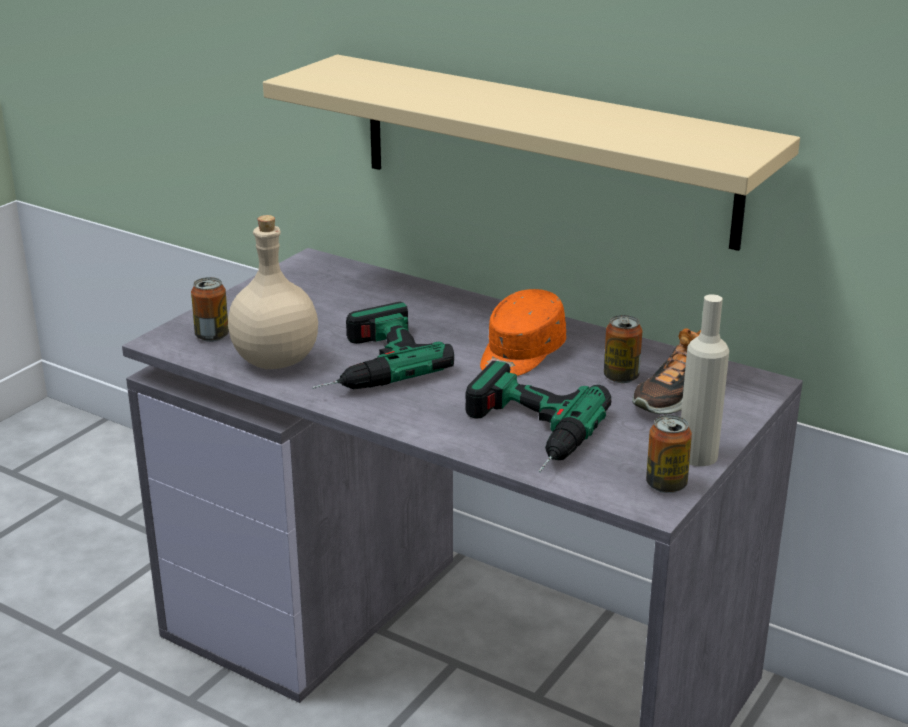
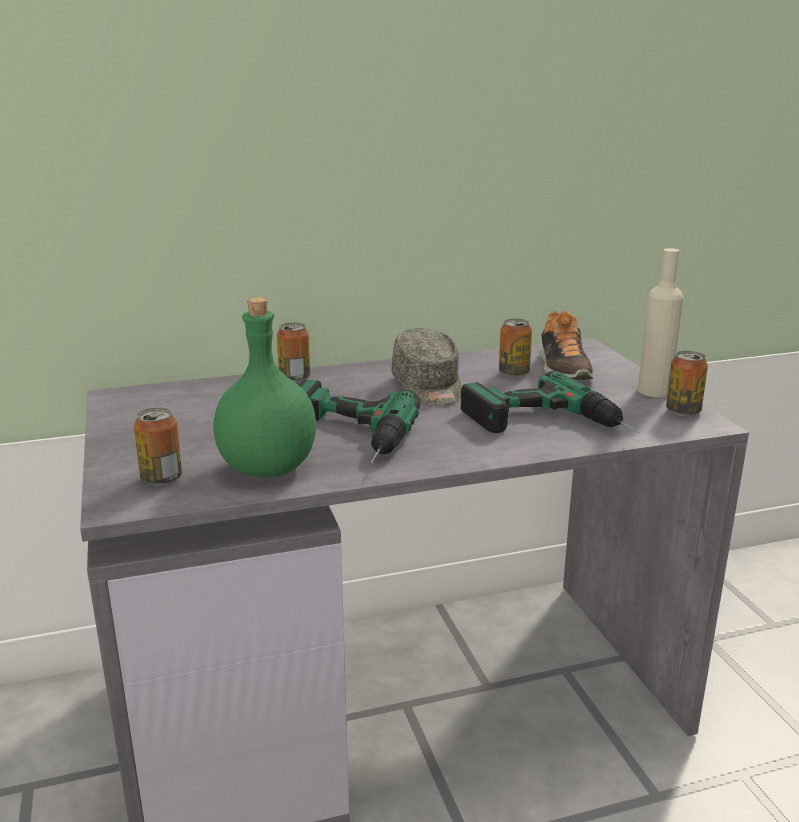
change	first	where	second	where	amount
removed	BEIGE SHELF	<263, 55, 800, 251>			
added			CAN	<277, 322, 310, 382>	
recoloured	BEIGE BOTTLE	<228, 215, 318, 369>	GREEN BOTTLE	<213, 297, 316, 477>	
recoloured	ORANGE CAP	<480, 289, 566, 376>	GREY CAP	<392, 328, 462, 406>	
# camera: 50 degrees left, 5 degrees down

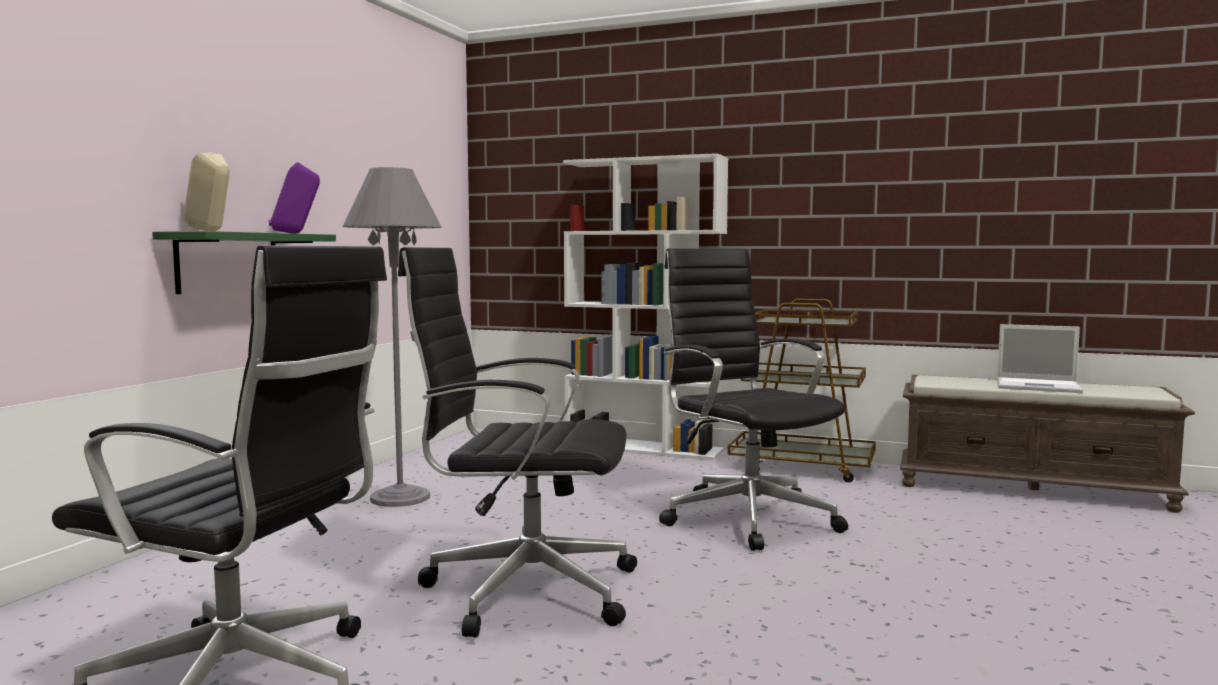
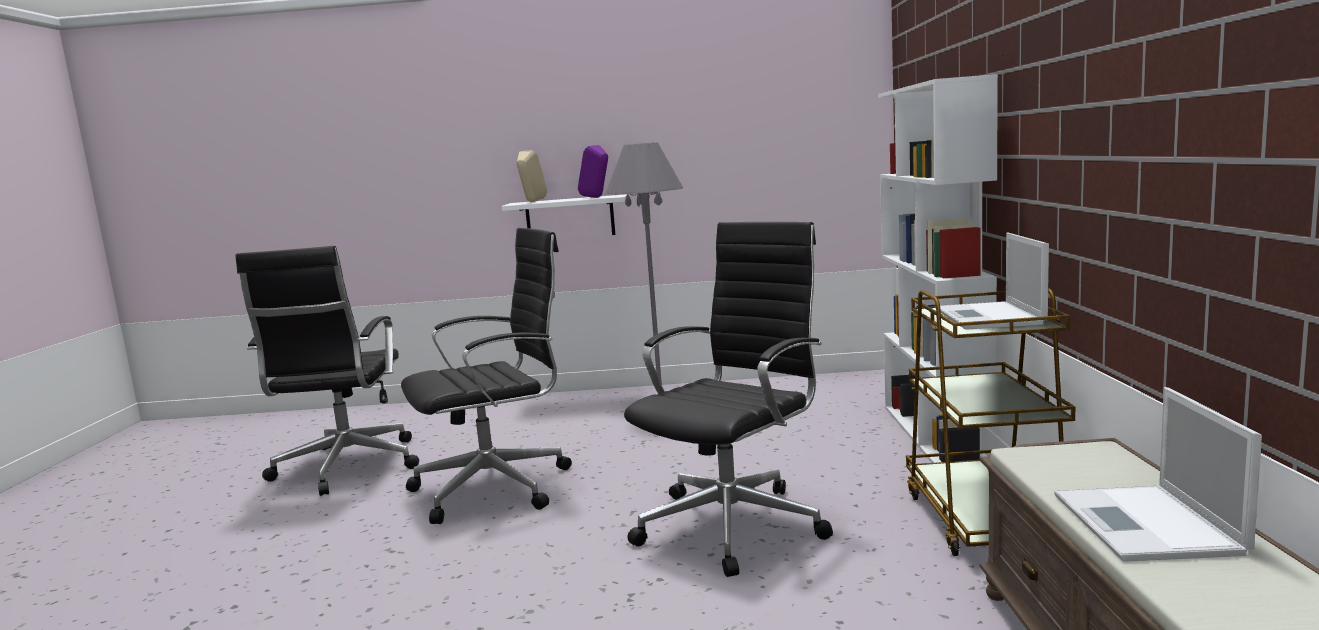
change	first	where	second	where	amount
added			LAPTOP	<935, 233, 1049, 330>	
recoloured	GREEN SHELF	<152, 231, 336, 294>	WHITE SHELF	<502, 194, 627, 235>	
turned	BLACK OFFICE CHAIR	<398, 247, 637, 637>		<401, 228, 572, 524>	75 degrees clockwise
# camera: 70 degrees right, 5 degrees up

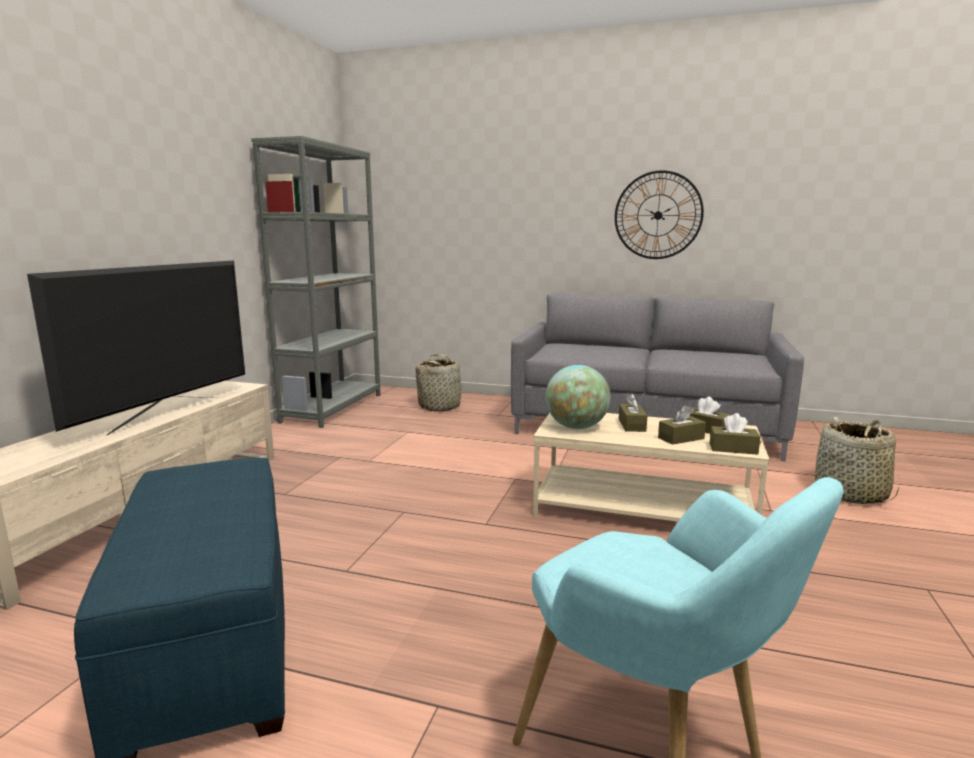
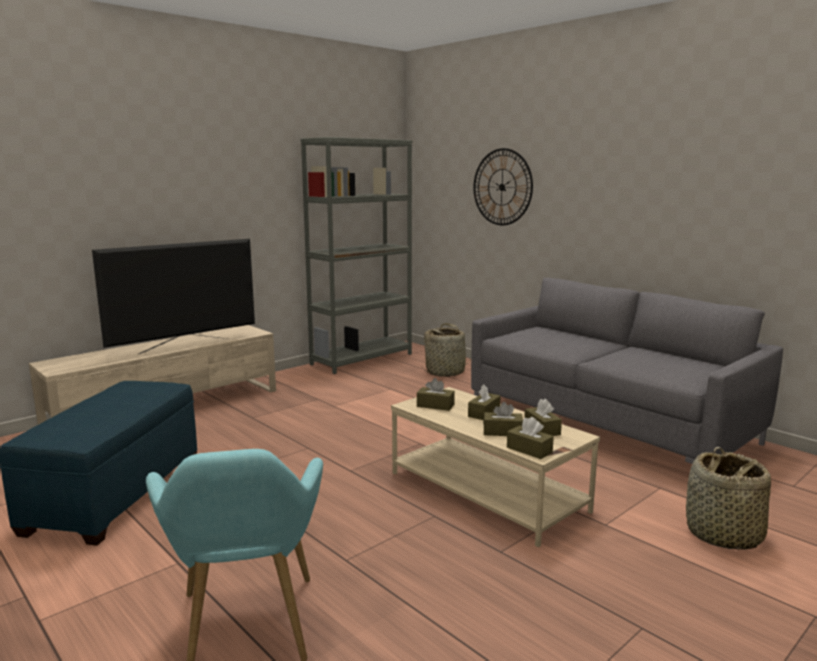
change	first	where	second	where	amount
moved	WALL CLOCK	<615, 170, 704, 259>		<474, 148, 533, 225>	
replaced	GLOBE	<546, 365, 611, 429>	BROWN TISSUE BOX	<417, 378, 455, 411>	
# camera: 30 degrees right, 0 degrees up

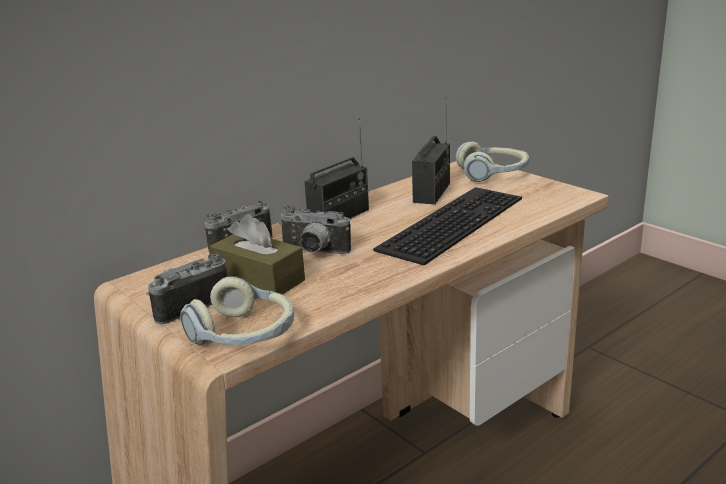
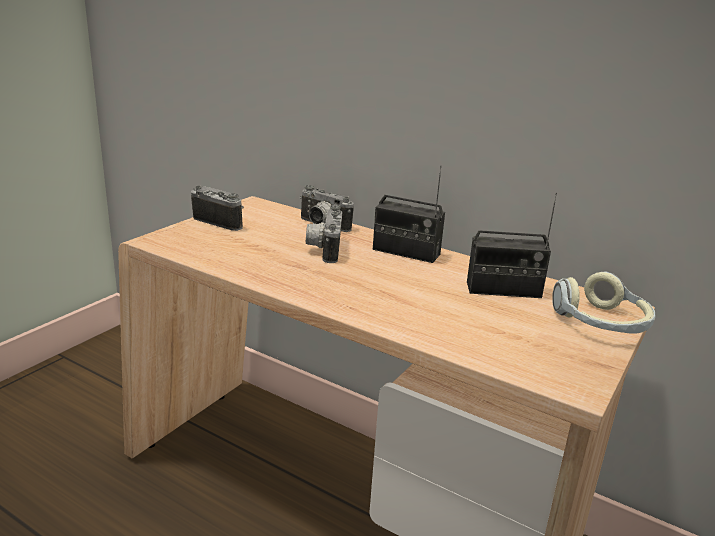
change	first	where	second	where	amount
removed	HEADPHONES	<180, 276, 294, 346>			
removed	BROWN TISSUE BOX	<210, 214, 305, 294>			
removed	KEYBOARD	<373, 187, 522, 265>			
# camera: 70 degrees right, 0 degrees up

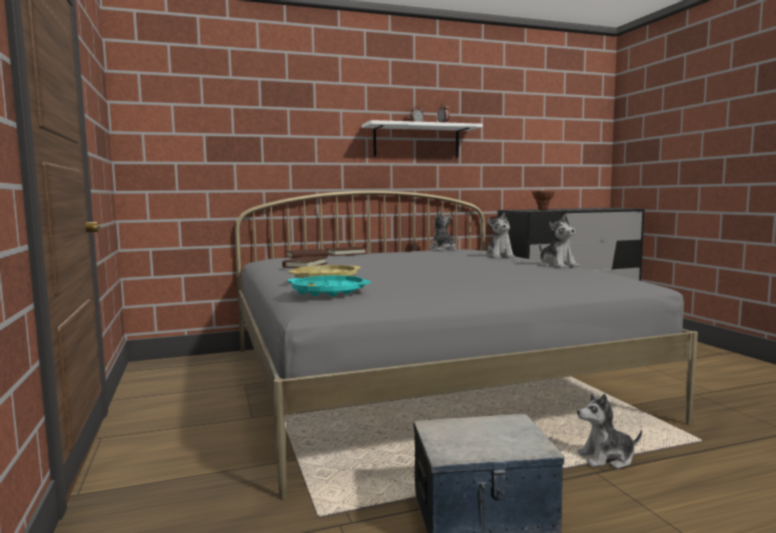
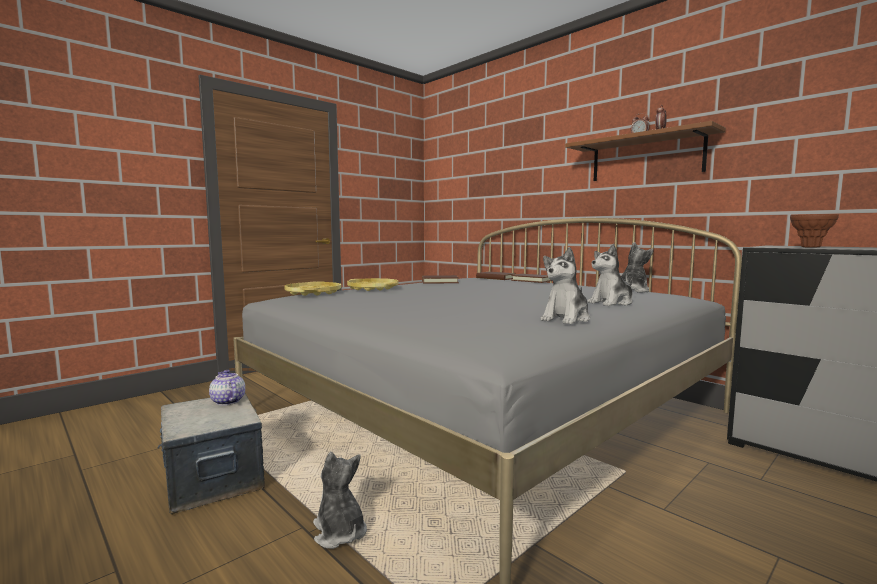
change	first	where	second	where	amount
added			TEAPOT	<209, 370, 245, 405>	
recoloured	TURQUOISE TRAY	<288, 275, 370, 296>	YELLOW TRAY	<284, 281, 341, 296>	
recoloured	WHITE SHELF	<362, 120, 483, 157>	BROWN SHELF	<565, 121, 726, 181>	
# camera: 65 degrees right, 0 degrees up

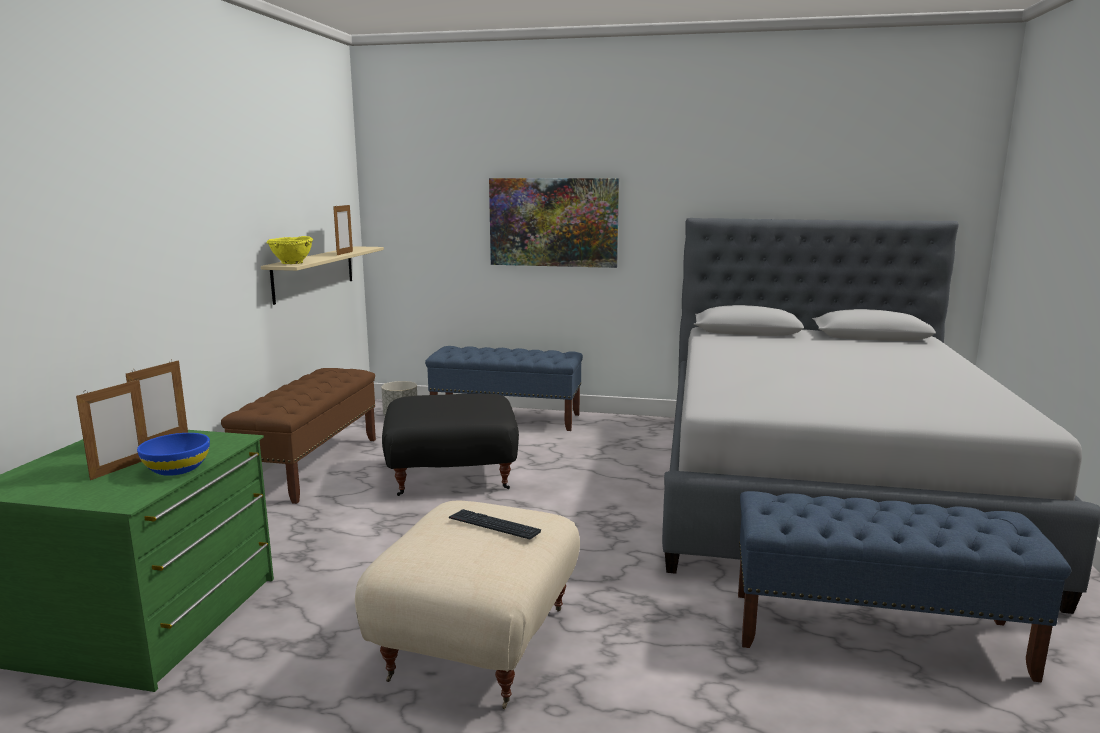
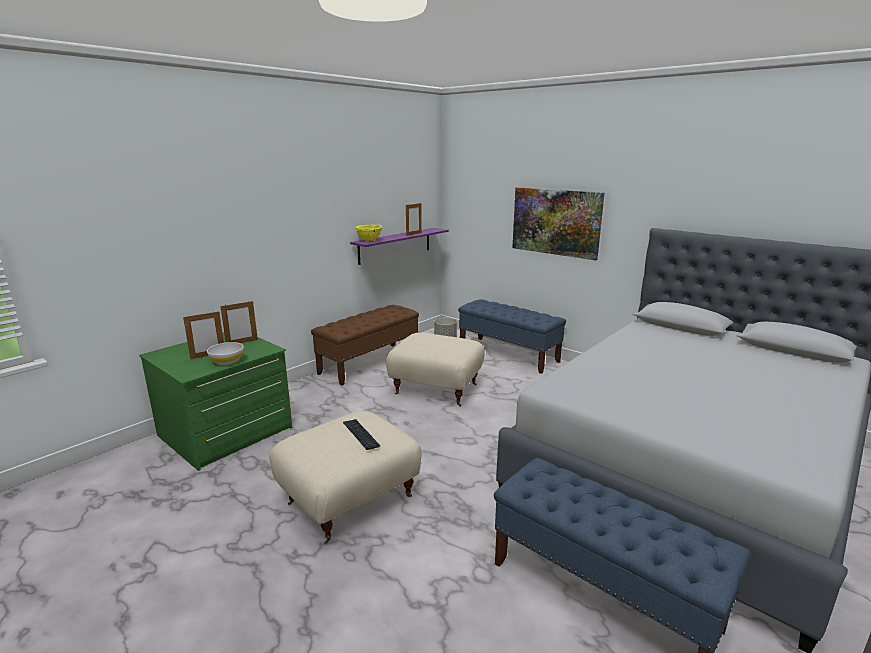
change	first	where	second	where	amount
recoloured	BLUE BOWL	<137, 433, 210, 476>	WHITE BOWL	<207, 342, 244, 365>	
recoloured	BEIGE SHELF	<261, 246, 384, 305>	PURPLE SHELF	<350, 228, 449, 265>	
recoloured	BLACK OTTOMAN	<382, 394, 519, 496>	BEIGE OTTOMAN	<386, 333, 485, 407>	
# camera: 30 degrees right, 5 degrees up

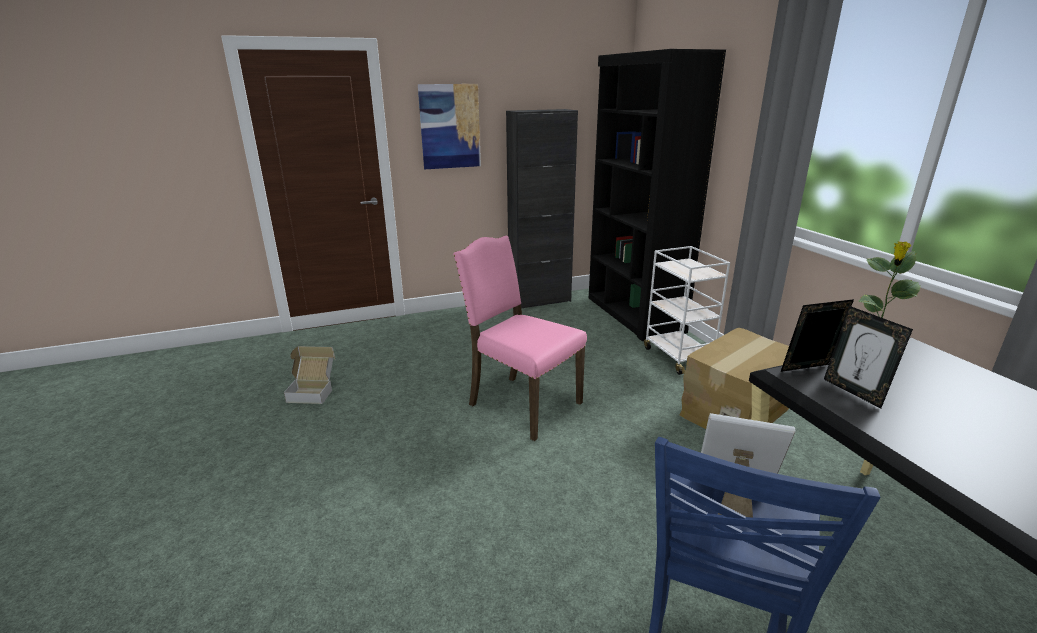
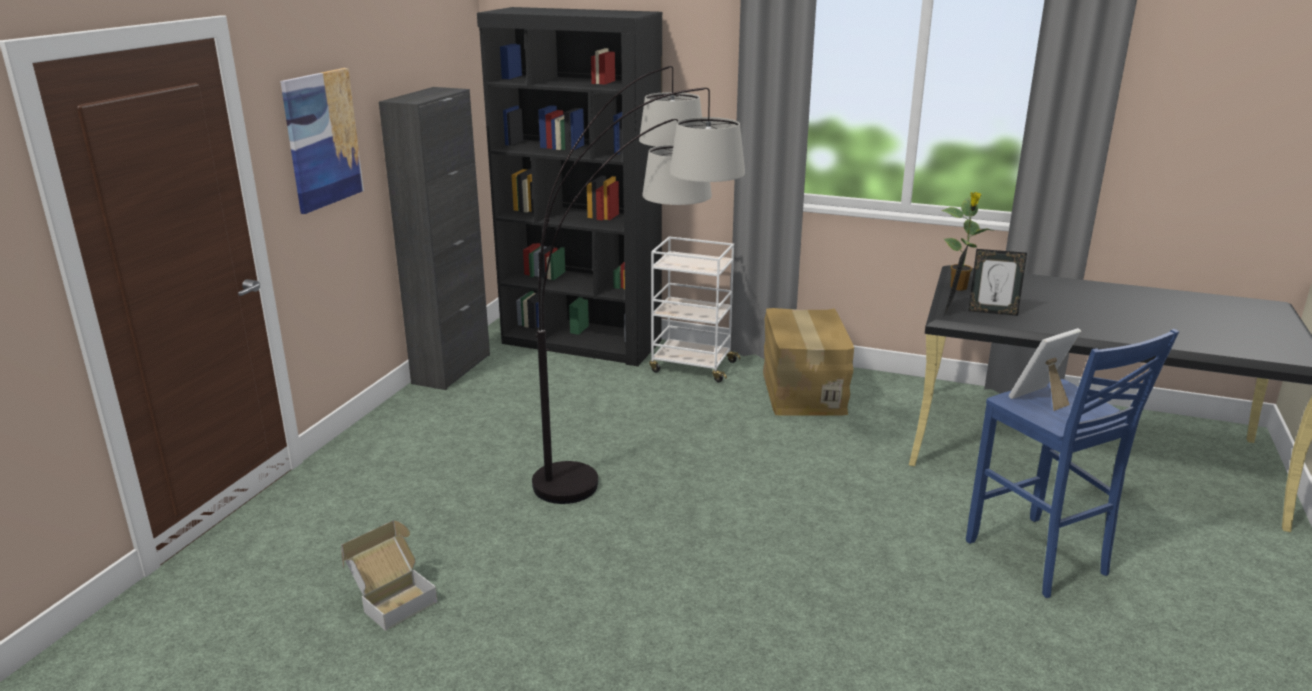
change	first	where	second	where	amount
replaced	PINK CHAIR	<453, 236, 587, 441>	FLOOR LAMP	<532, 66, 745, 504>	
# camera: 50 degrees left, 0 degrees up

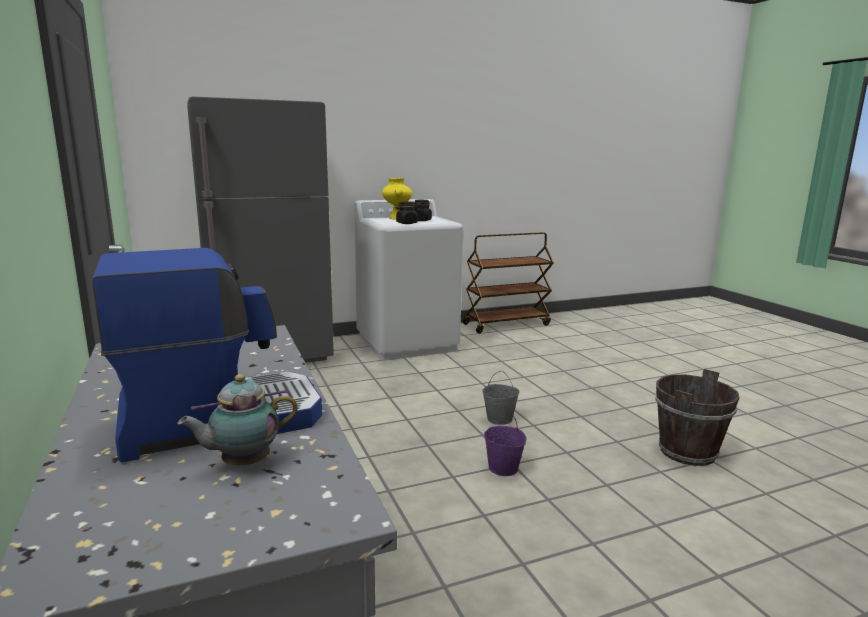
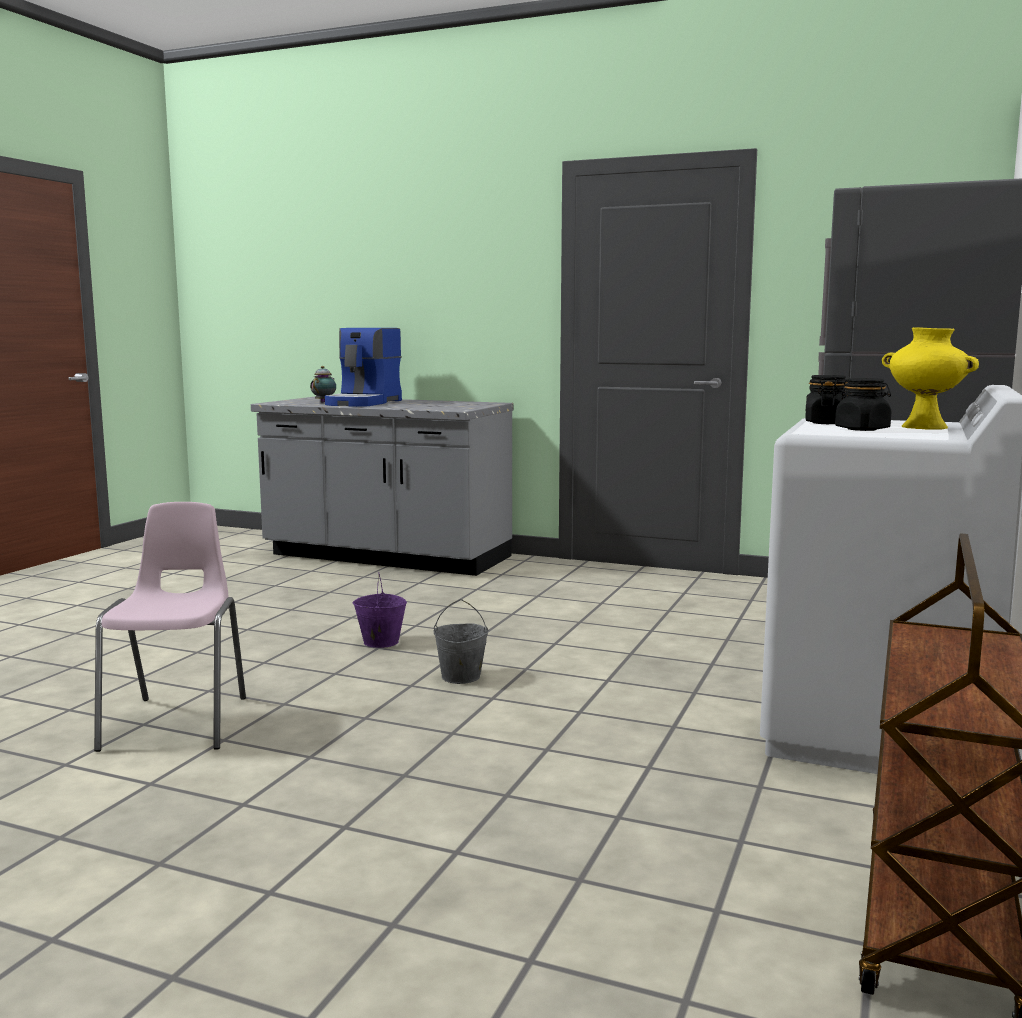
change	first	where	second	where	amount
replaced	BROWN BUCKET	<655, 369, 740, 466>	PINK CHAIR	<94, 502, 246, 752>	
# camera: 135 degrees right, 5 degrees down

